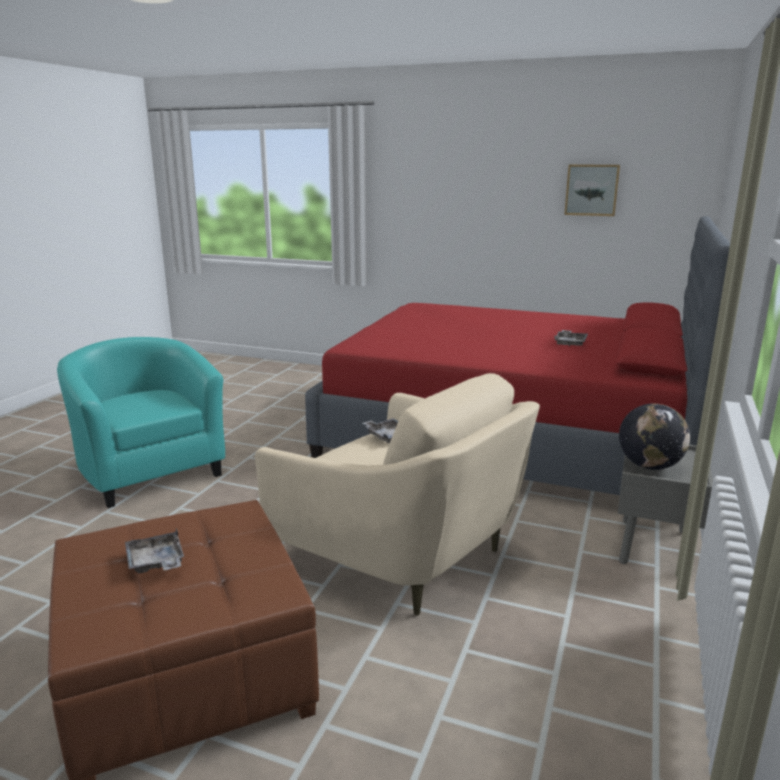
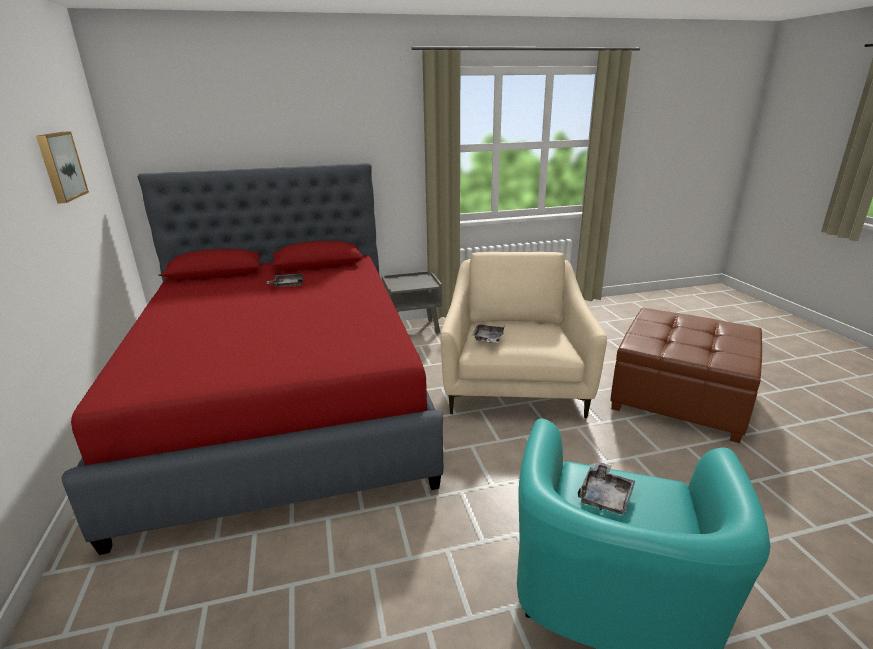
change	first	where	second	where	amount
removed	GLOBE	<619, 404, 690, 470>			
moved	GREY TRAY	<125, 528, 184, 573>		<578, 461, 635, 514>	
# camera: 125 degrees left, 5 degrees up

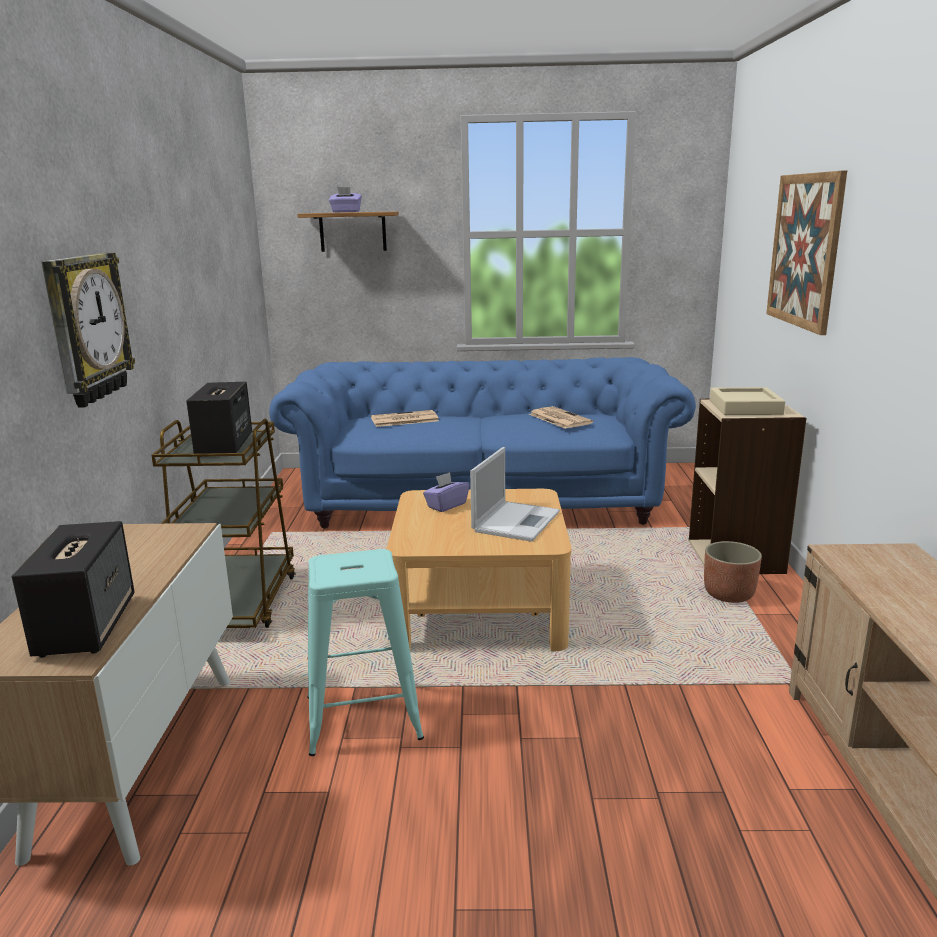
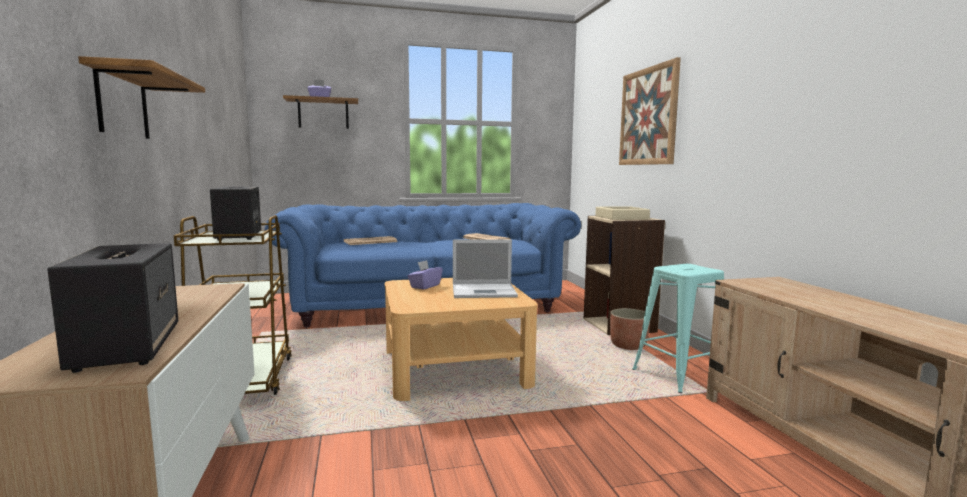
change	first	where	second	where	amount
moved	TURQUOISE STOOL	<307, 549, 424, 756>		<632, 264, 724, 393>	
replaced	WALL CLOCK	<42, 253, 135, 408>	SHELF	<78, 56, 205, 139>	
turned	LAPTOP	<470, 447, 560, 542>		<453, 239, 518, 298>	75 degrees clockwise
# camera: 15 degrees left, 10 degrees down

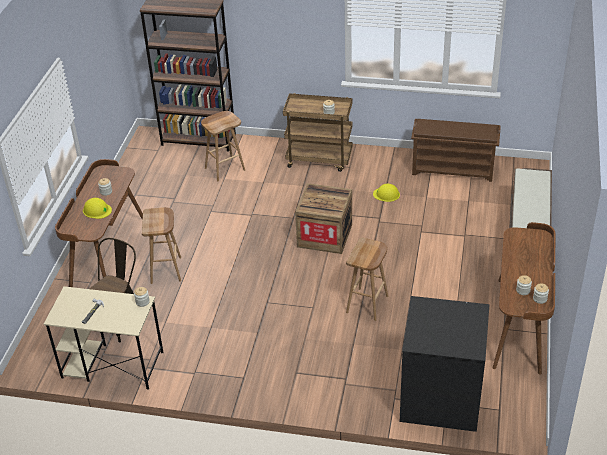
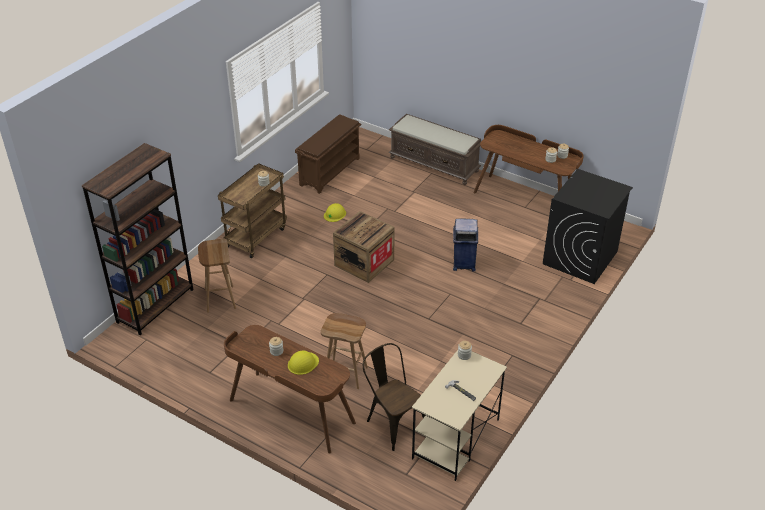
change	first	where	second	where	amount
replaced	BROWN STOOL	<346, 238, 388, 321>	BLUE TRASH CAN	<453, 218, 478, 272>	
# camera: 70 degrees left, 0 degrees up

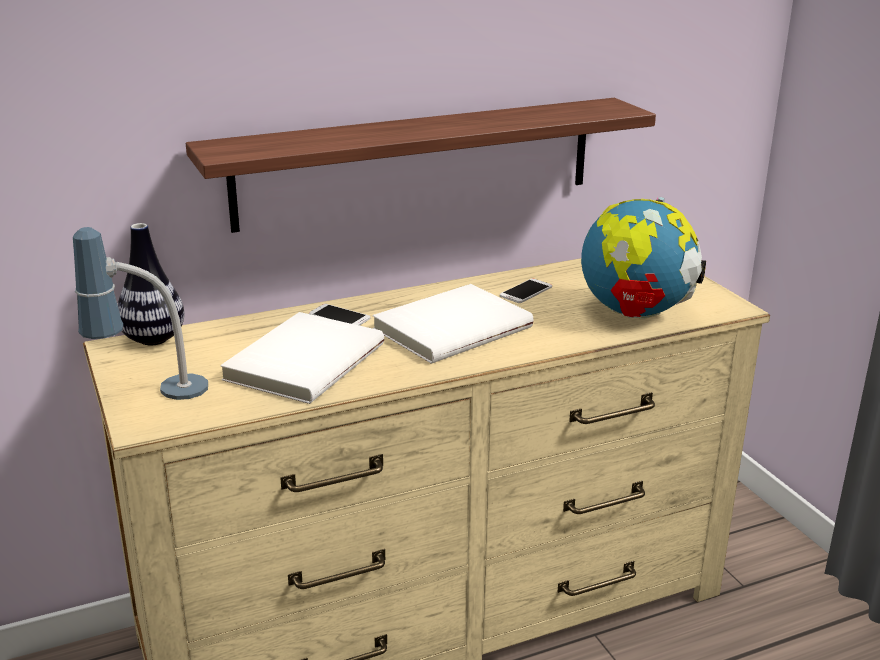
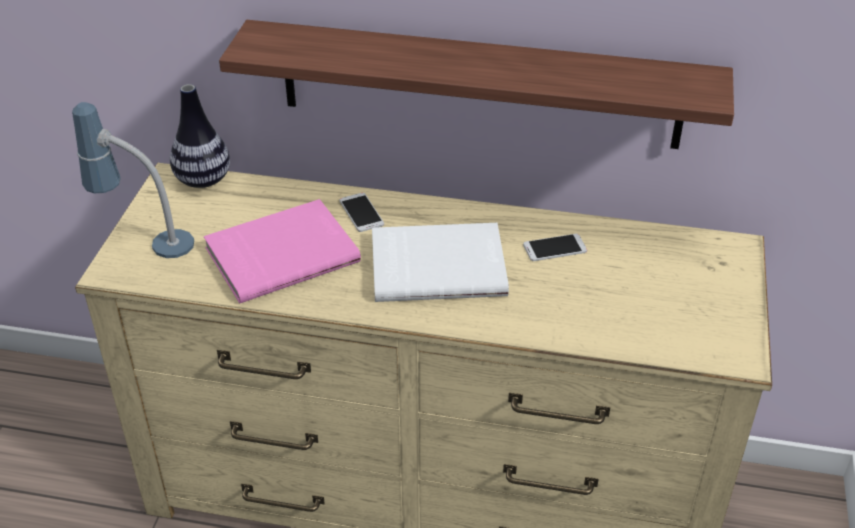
change	first	where	second	where	amount
removed	GLOBE	<581, 197, 706, 319>			
recoloured	WHITE BOOK	<220, 312, 384, 404>	PINK BOOK	<204, 199, 361, 304>	
# camera: 35 degrees right, 15 degrees up

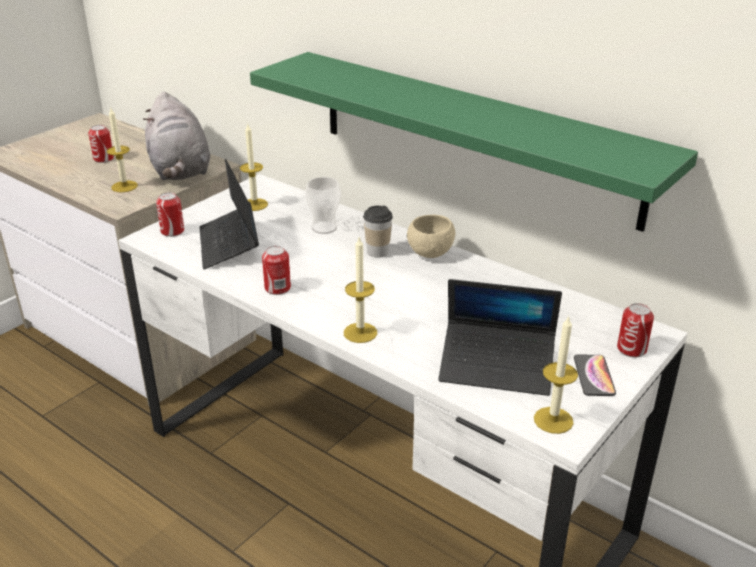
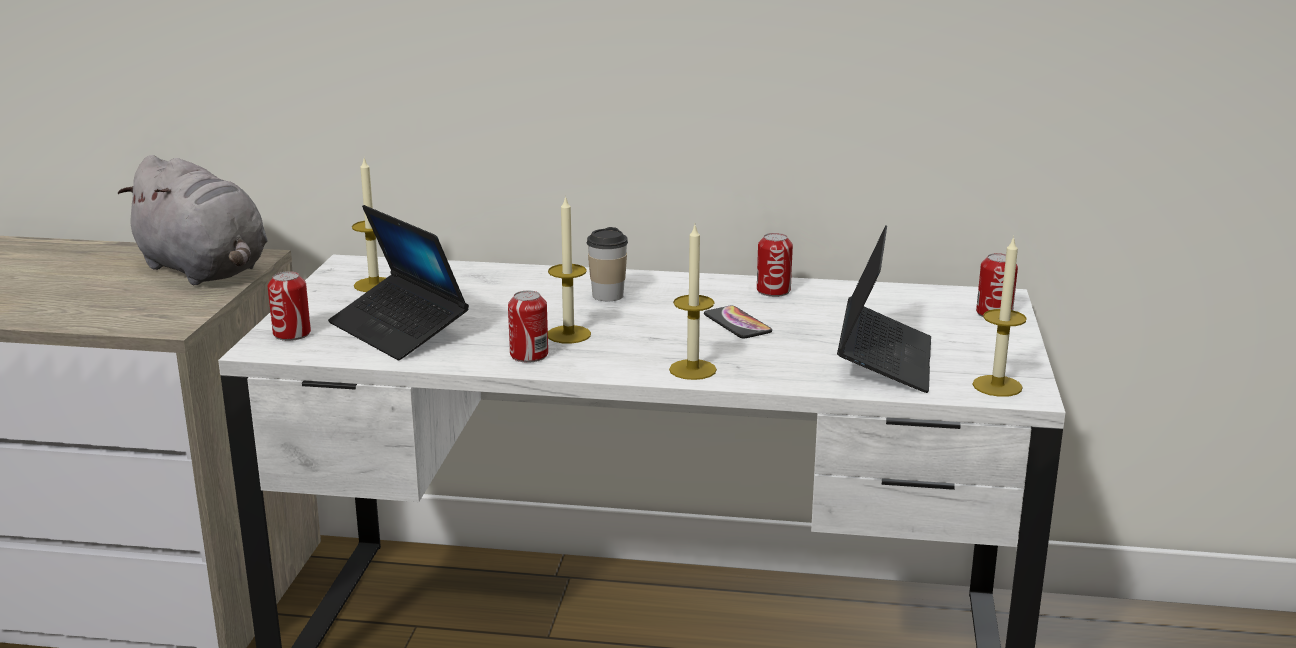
change	first	where	second	where	amount
removed	GREEN SHELF	<250, 52, 698, 232>			
removed	CUP	<305, 177, 341, 234>			
removed	BEIGE BOWL	<407, 215, 455, 258>			
moved	CAN	<88, 125, 114, 163>		<757, 233, 793, 297>	
moved	CANDLE	<107, 108, 138, 192>		<548, 195, 591, 344>	
moved	PHONE	<574, 355, 616, 396>		<704, 306, 772, 339>	
turned	LAPTOP	<439, 279, 562, 396>		<837, 225, 931, 393>	60 degrees counterclockwise
# camera: 30 degrees left, 10 degrees down

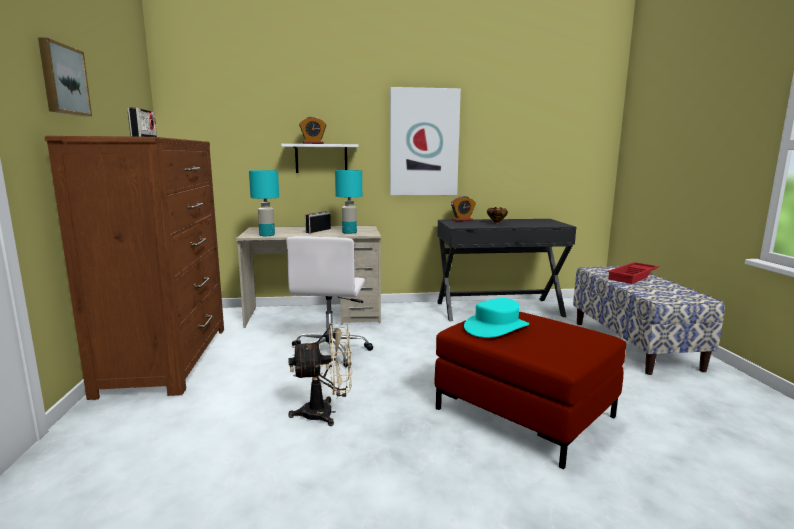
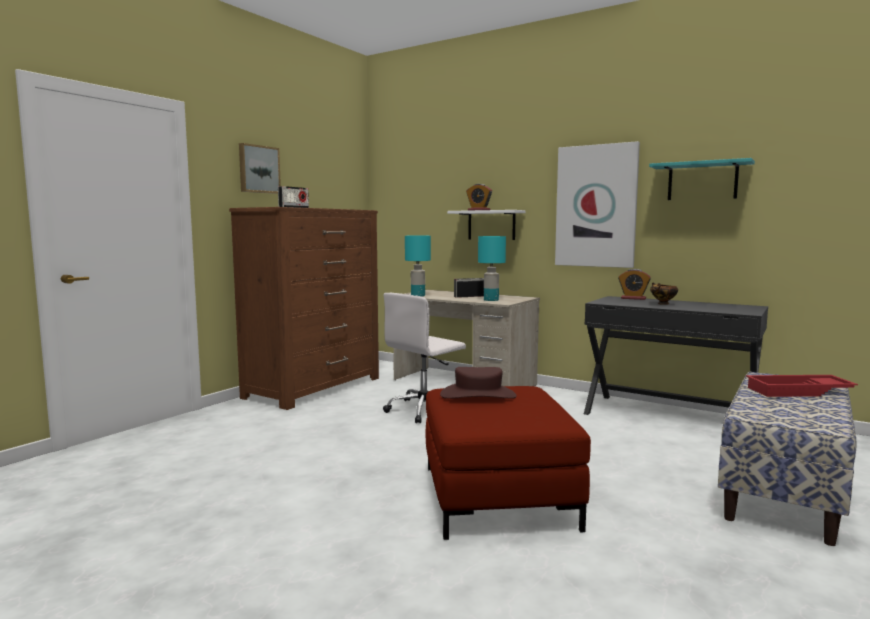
change	first	where	second	where	amount
removed	BEIGE FAN	<288, 323, 352, 426>			
added			TURQUOISE SHELF	<649, 158, 755, 200>	
recoloured	TURQUOISE HAT	<464, 298, 529, 338>	BROWN HAT	<440, 367, 517, 399>	
# camera: 40 degrees right, 5 degrees down

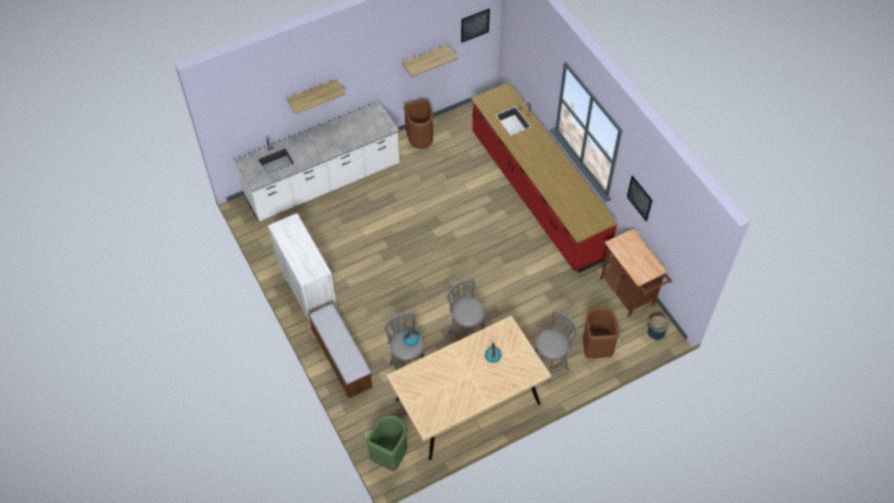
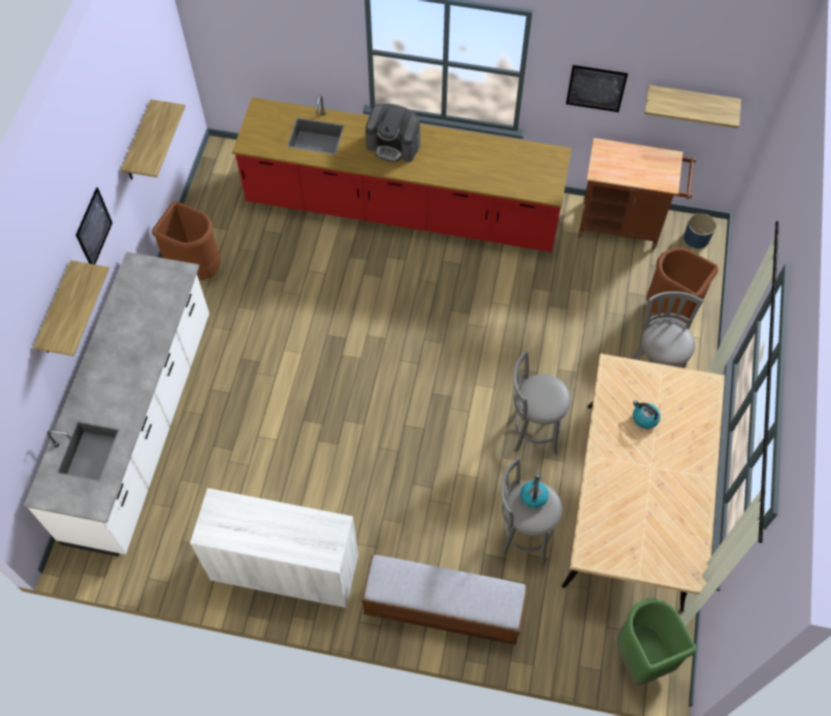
change	first	where	second	where	amount
added			COFFEE MACHINE	<365, 104, 420, 163>	
added			SHELF	<645, 85, 741, 128>	
moved	PICTURE	<461, 9, 490, 43>		<76, 187, 112, 264>	
# camera: 50 degrees left, 5 degrees up

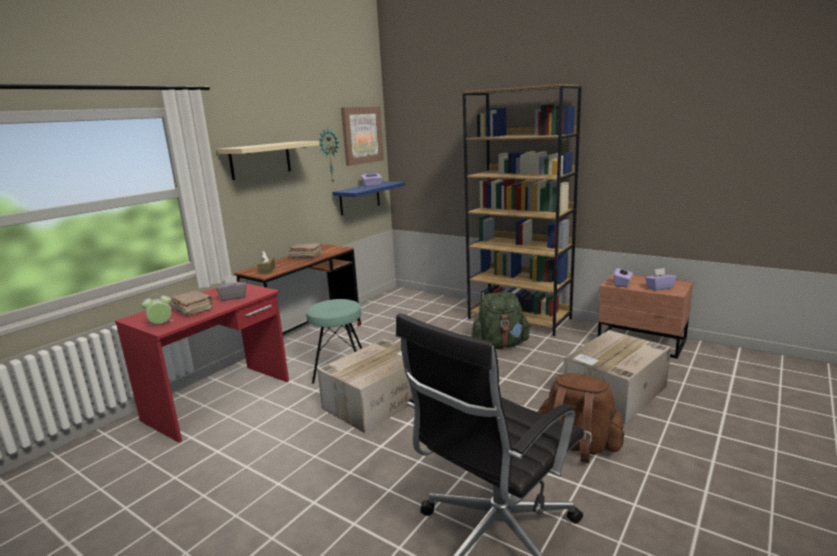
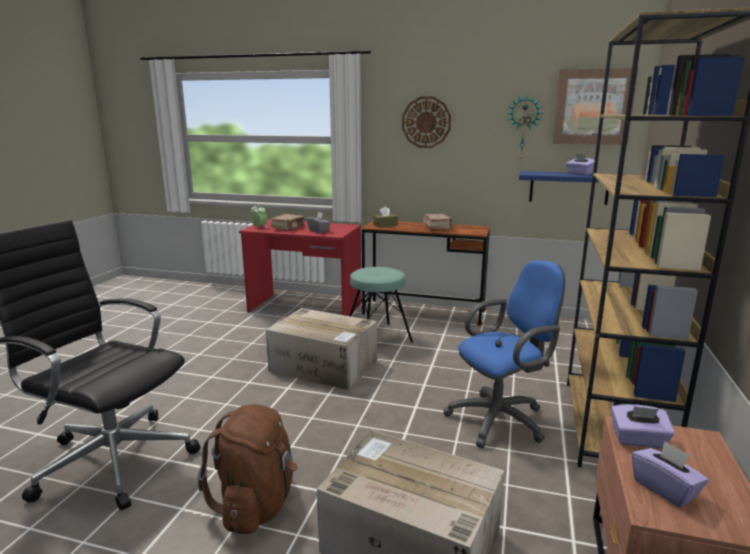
change	first	where	second	where	amount
replaced	BEIGE SHELF	<217, 141, 319, 180>	WALL CLOCK	<402, 96, 451, 148>	
replaced	GREEN BACKPACK	<472, 292, 530, 349>	BLUE OFFICE CHAIR	<443, 261, 565, 448>	
# camera: 70 degrees right, 0 degrees up

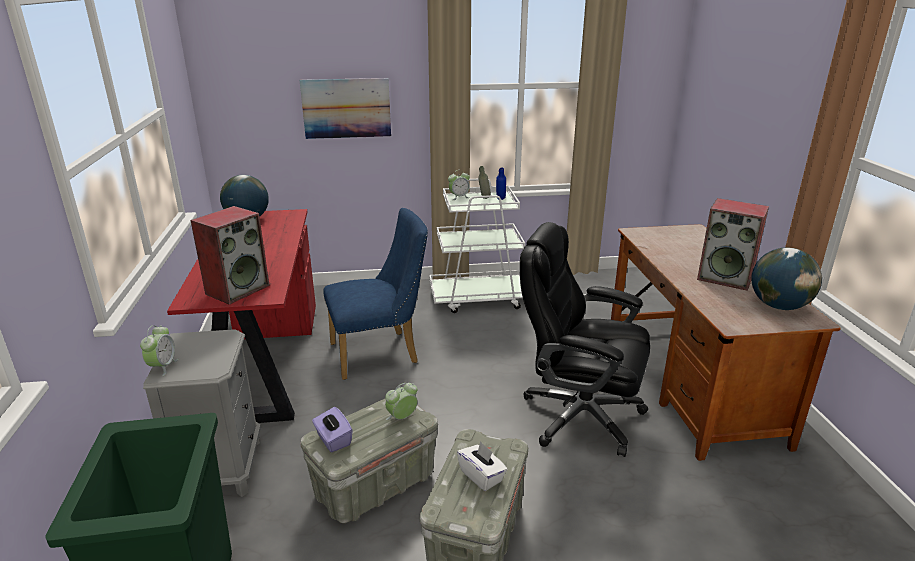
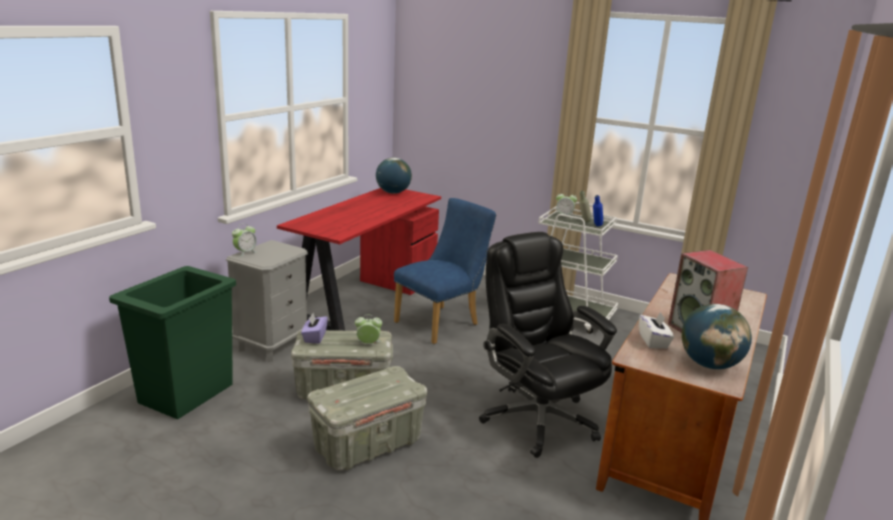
change	first	where	second	where	amount
removed	SPEAKER	<191, 206, 270, 305>			
removed	PICTURE	<300, 78, 391, 139>			
moved	WHITE TISSUE BOX	<457, 441, 507, 491>		<639, 311, 674, 349>	
turned	BLUE CHAIR	<323, 208, 428, 380>		<394, 198, 496, 344>	60 degrees counterclockwise
# camera: 35 degrees right, 5 degrees down

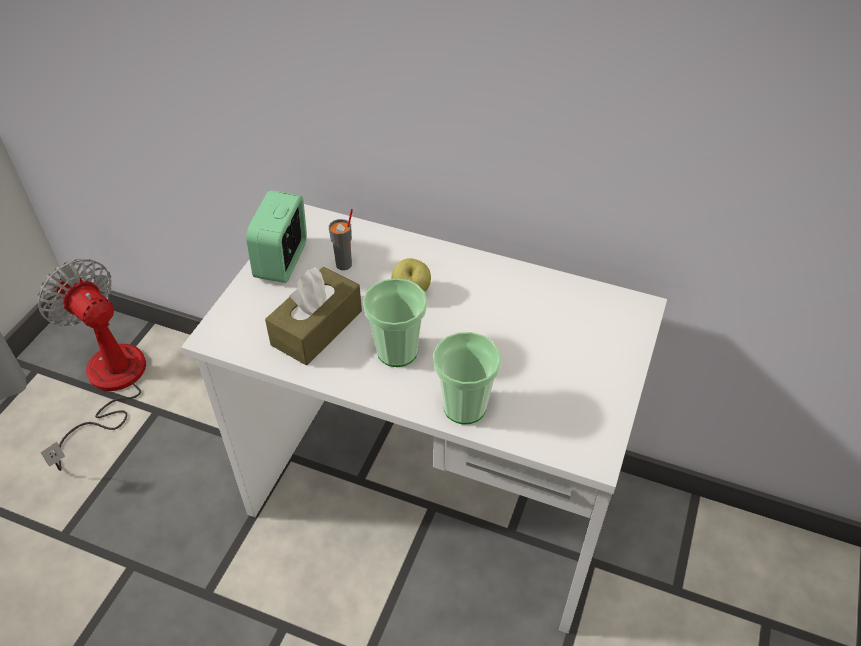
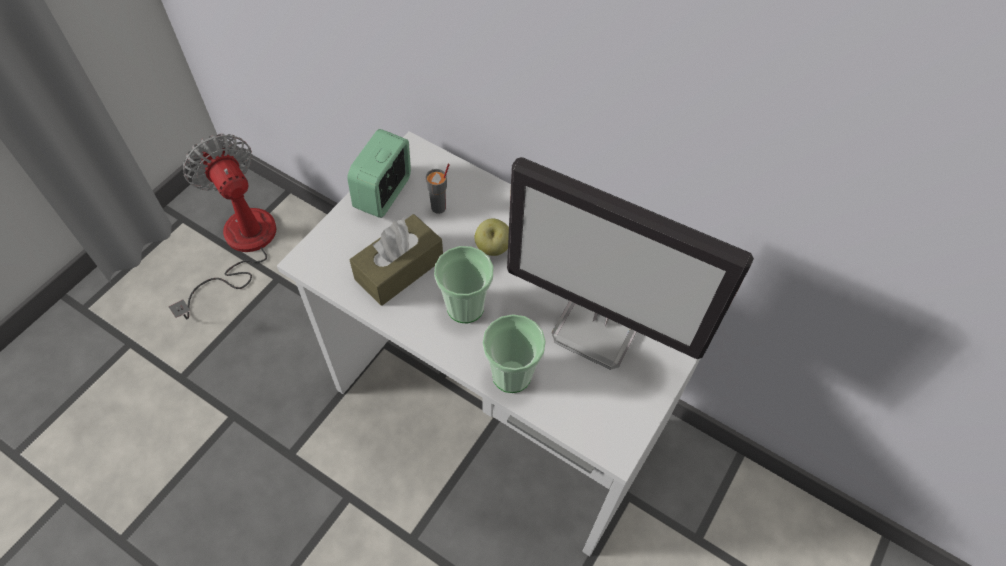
change	first	where	second	where	amount
added			MONITOR	<507, 157, 754, 370>	
# camera: 10 degrees right, 10 degrees up

